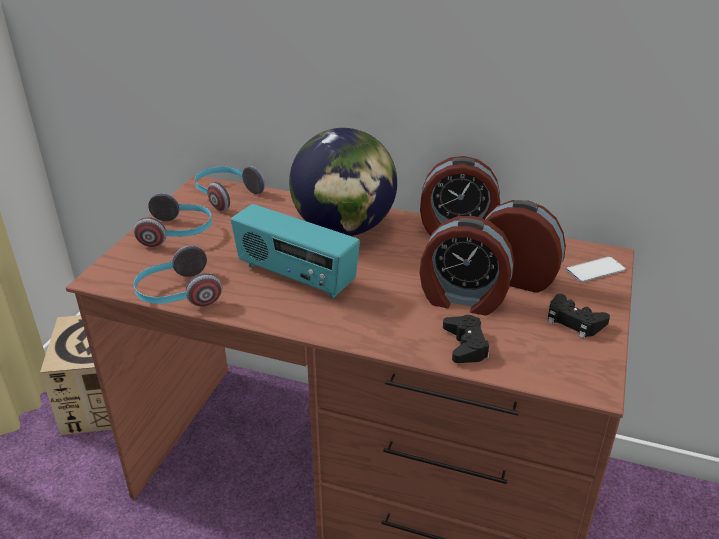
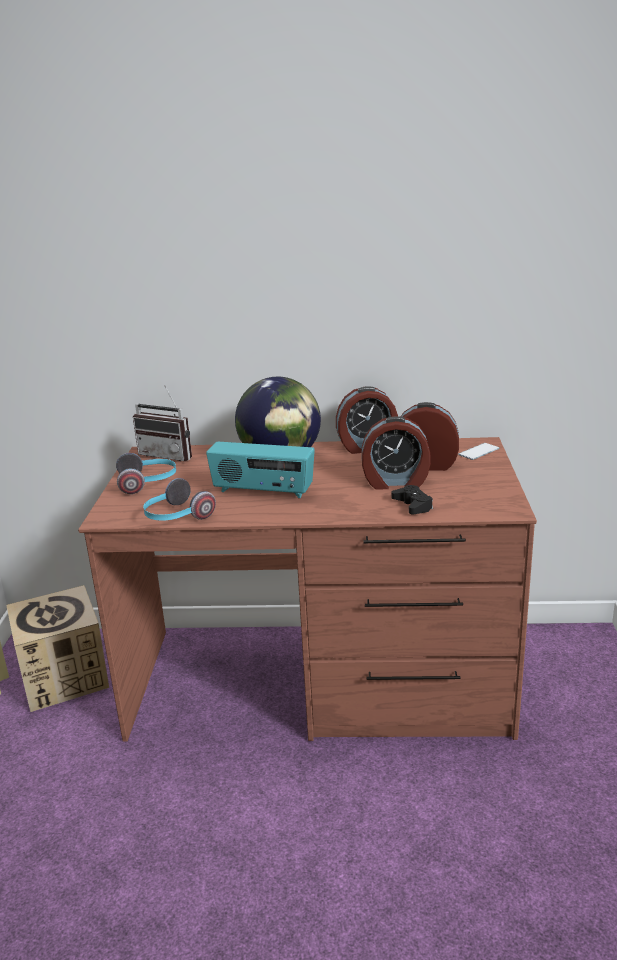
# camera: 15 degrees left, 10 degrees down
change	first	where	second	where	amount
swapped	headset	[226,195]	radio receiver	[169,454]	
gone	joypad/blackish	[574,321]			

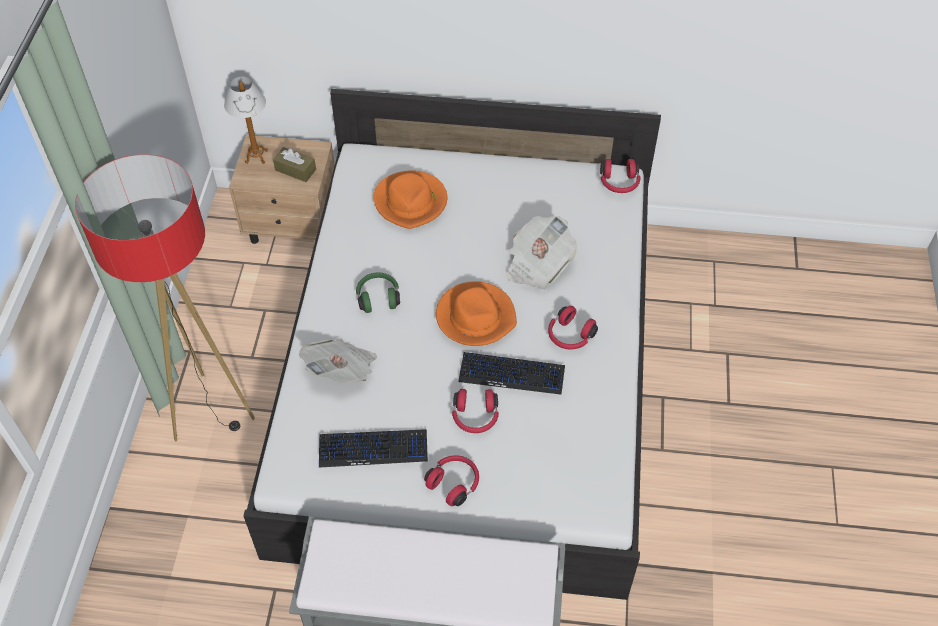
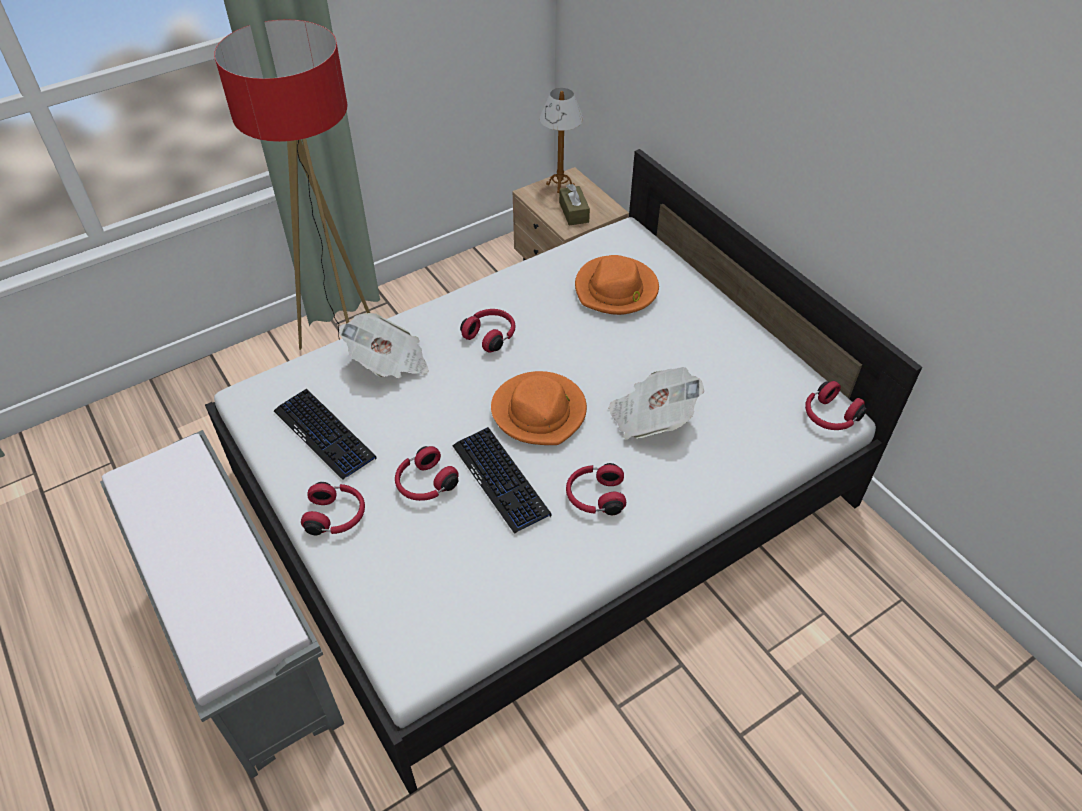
# camera: 50 degrees right, 5 degrees down
change	first	where	second	where	amount
repainted	headset/greenish	[378,297]	headset/red	[491,335]	

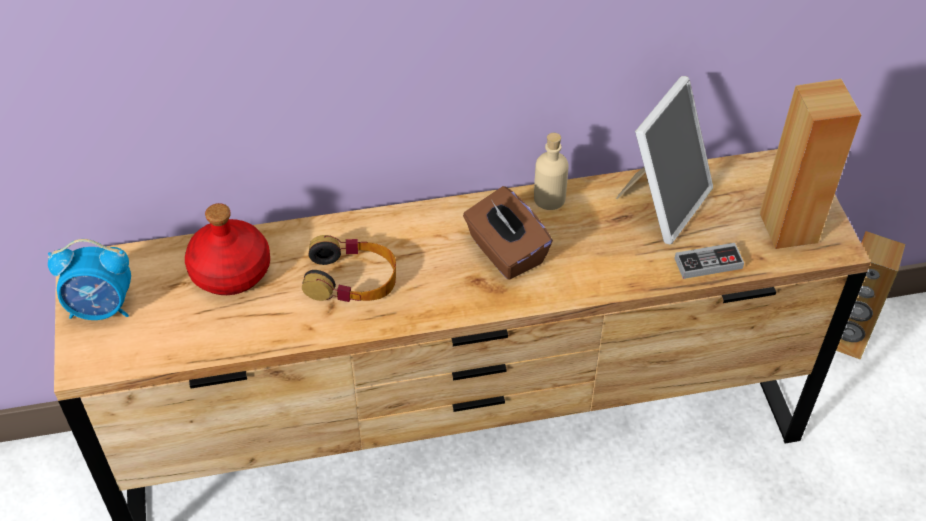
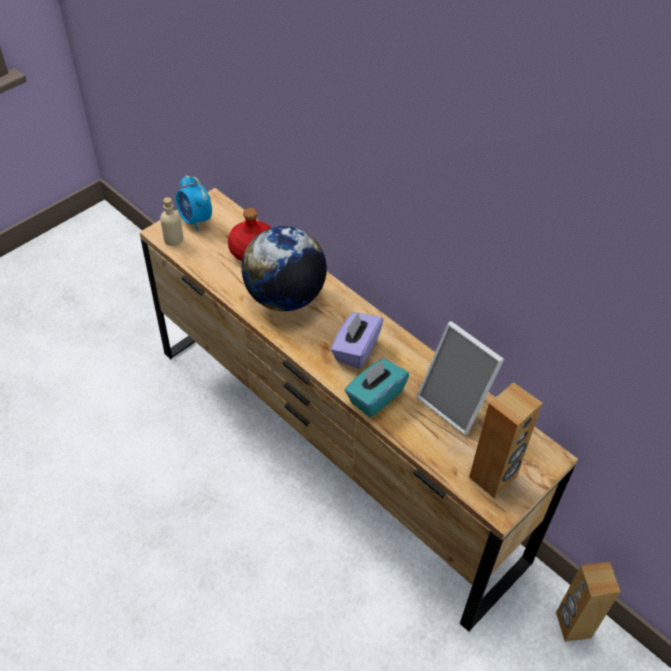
# camera: 55 degrees right, 0 degrees up
change	first	where	second	where	amount
shifted	bottle/beige-coloured	[549,198]		[173,239]	
swapped	headset	[352,279]	world globe	[285,297]	
repainted	box of tissues/brown-coloured	[505,251]	box of tissues/purple	[356,350]	
new			box of tissues/blue-green	[375,397]	
rotated	standing frame	[662,202]		[456,403]	45 degrees clockwise
gone	joypad	[708,263]			

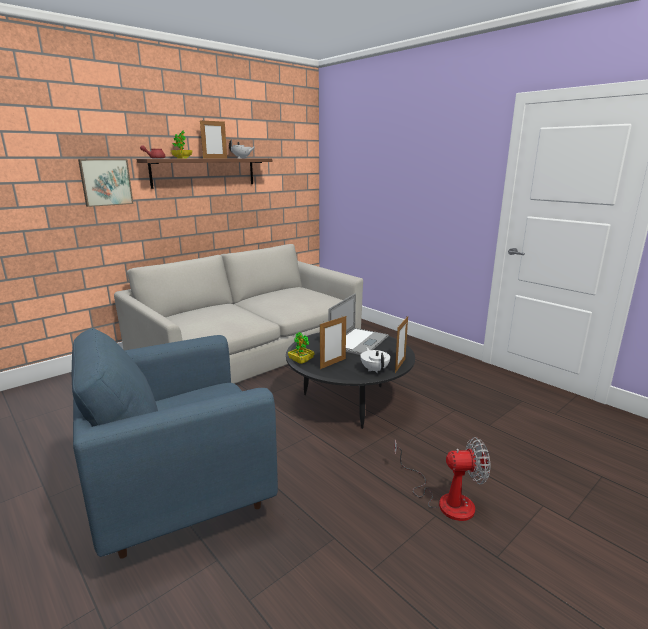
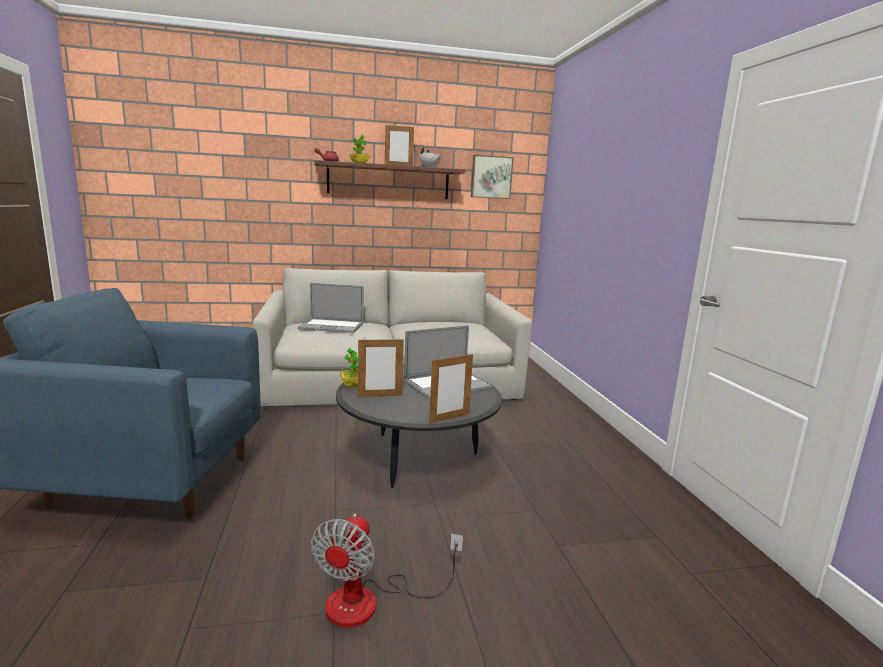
# camera: 30 degrees right, 5 degrees down
change	first	where	second	where	amount
new			laptop	[331,326]	
rotated	electric fan	[445,500]		[370,602]	75 degrees clockwise
shifted	picture	[106,182]		[491,177]	
gone	pot for tea/whitish	[374,370]			

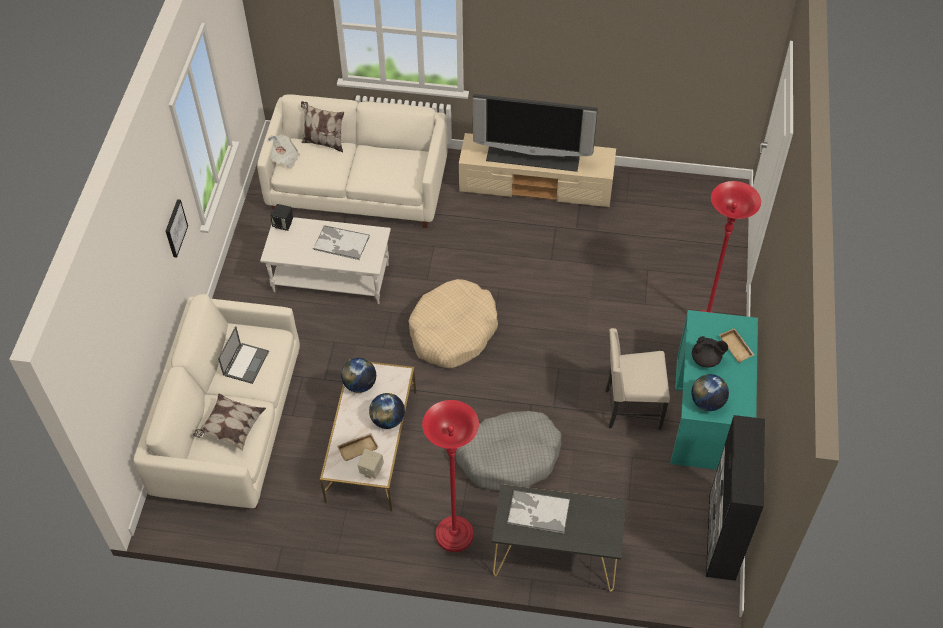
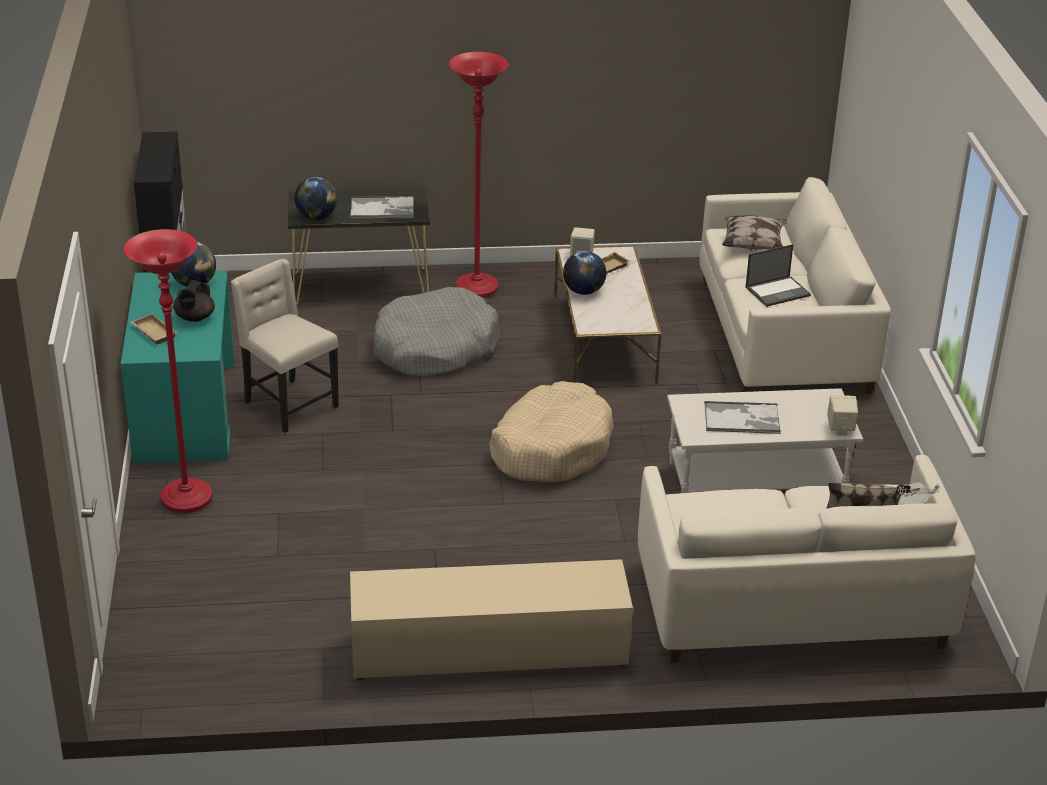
# camera: 165 degrees right, 20 degrees down
change	first	where	second	where	amount
rotated	pot for tea/blackish	[706,359]		[194,318]	75 degrees counterclockwise
rotated	upright chair/beige-coloured	[631,408]		[288,405]	120 degrees counterclockwise
shifted	world globe	[360,384]		[316,217]	
rotated	laptop	[246,363]		[778,291]	120 degrees counterclockwise
repainted	audio speaker/blackish	[283,224]	audio speaker/beige-coloured	[840,429]	
gone	picture	[175,228]			
gone	TV set	[533,156]			

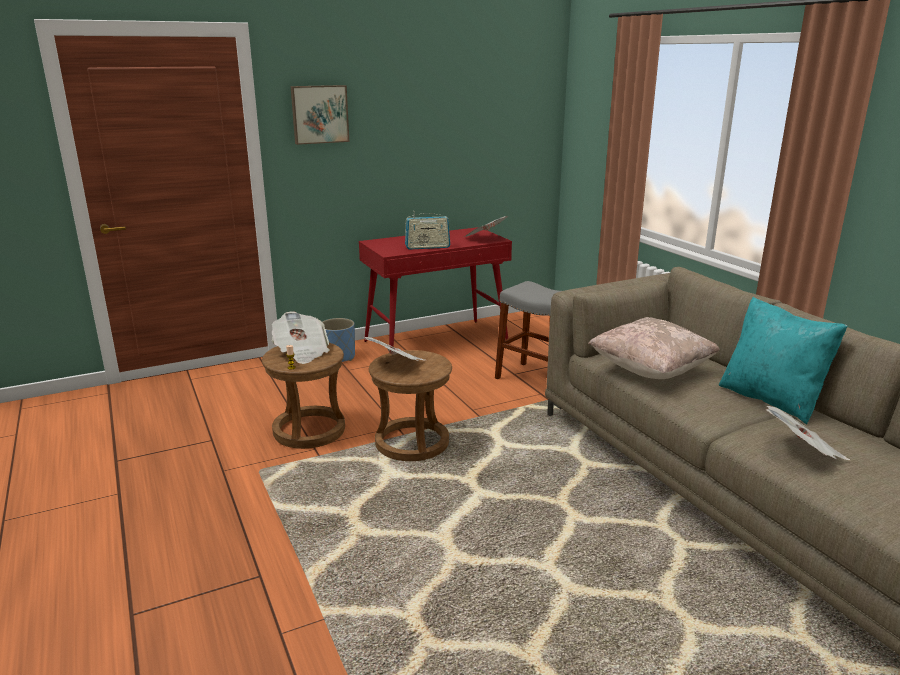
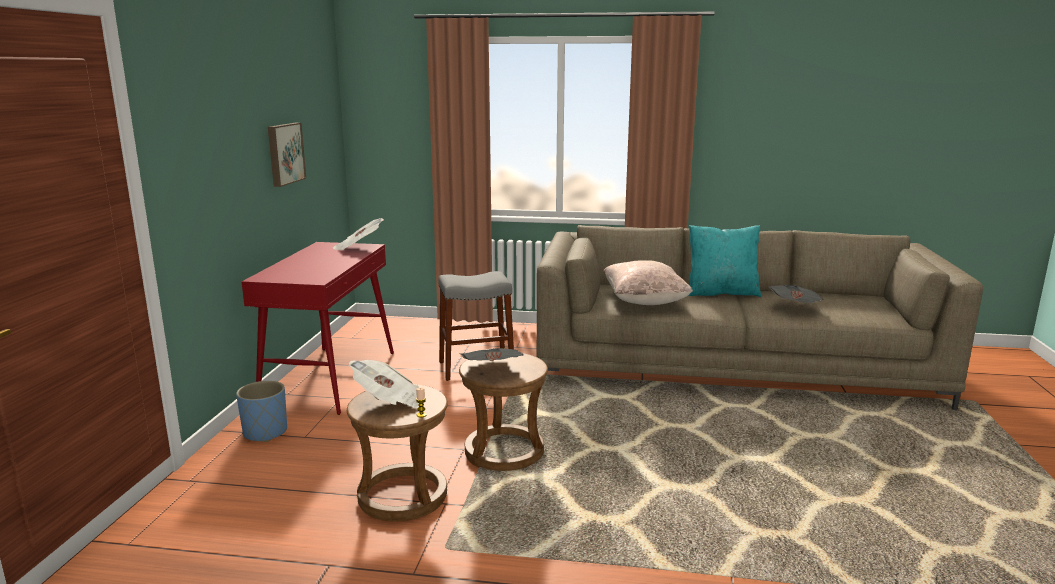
# camera: 55 degrees left, 5 degrees down
change	first	where	second	where	amount
shifted	picture	[319,114]		[284,153]	
gone	radio receiver	[427,247]			

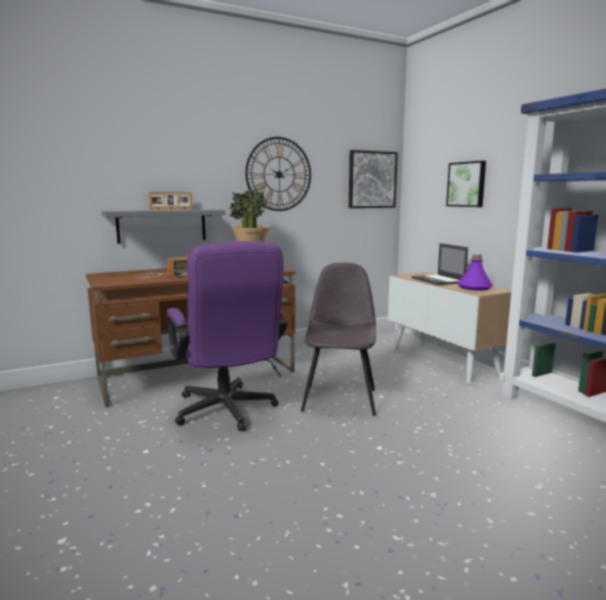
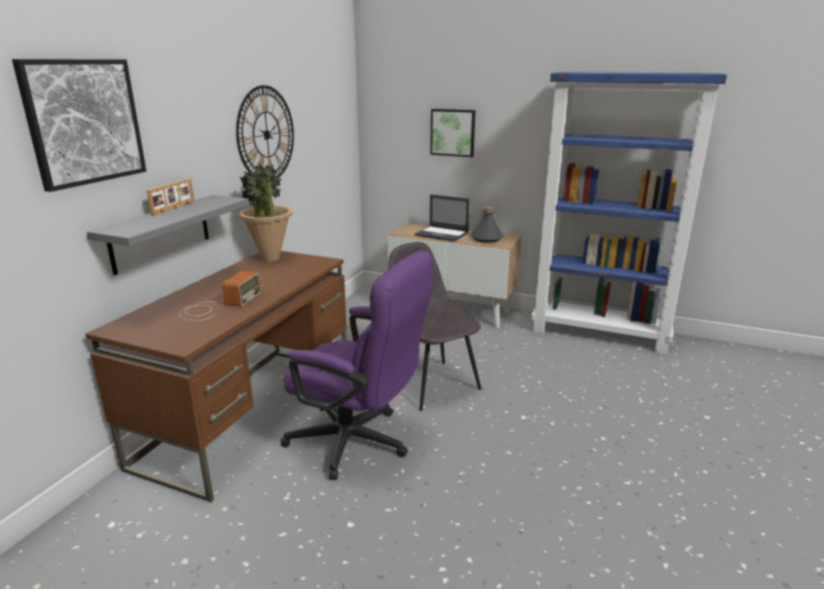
# camera: 40 degrees left, 10 degrees up
change	first	where	second	where	amount
shifted	picture	[372,180]		[84,122]	
repainted	bottle/purple	[474,287]	bottle/greyish	[487,238]	

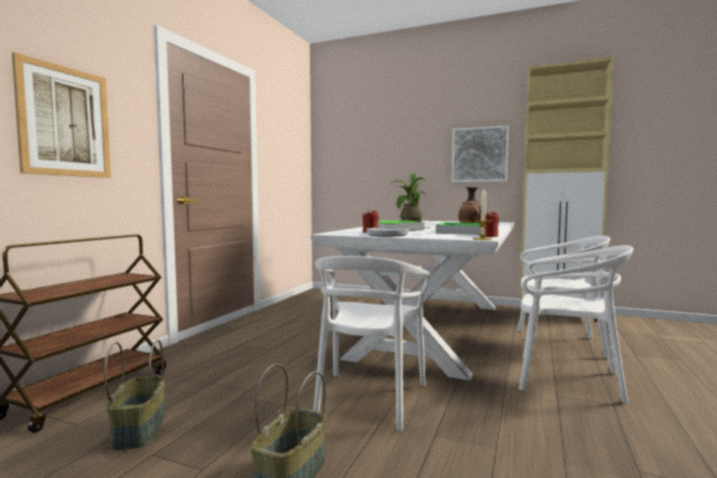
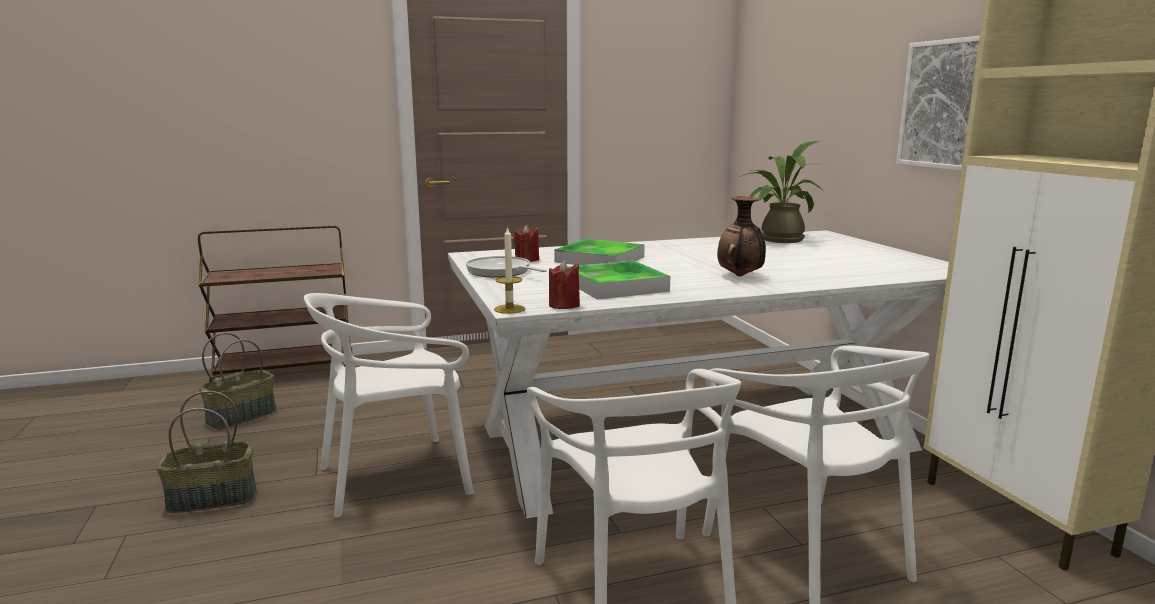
# camera: 50 degrees right, 10 degrees up
change	first	where	second	where	amount
gone	picture	[65,121]			

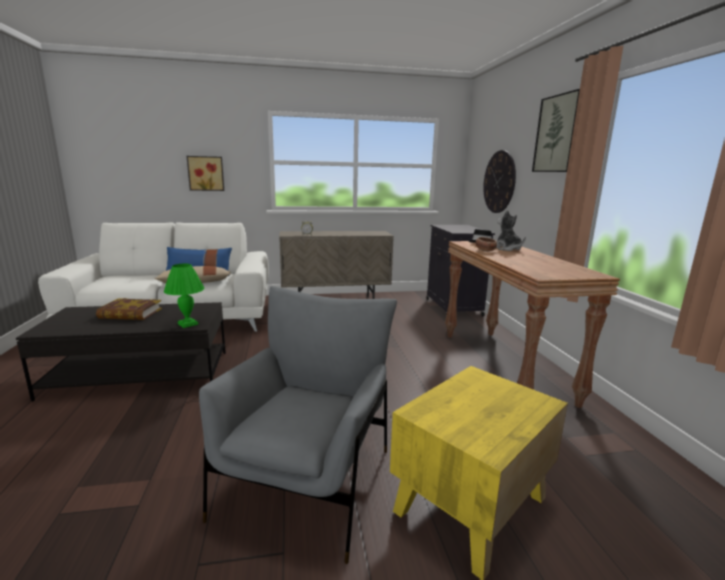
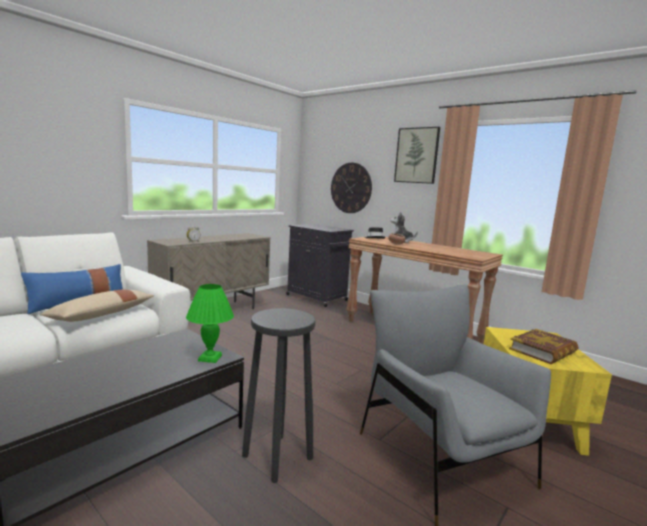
# camera: 40 degrees left, 5 degrees down
change	first	where	second	where	amount
new			sitting stool/blackish	[277,456]	
shifted	volume	[130,314]		[543,351]	
gone	picture	[206,173]			

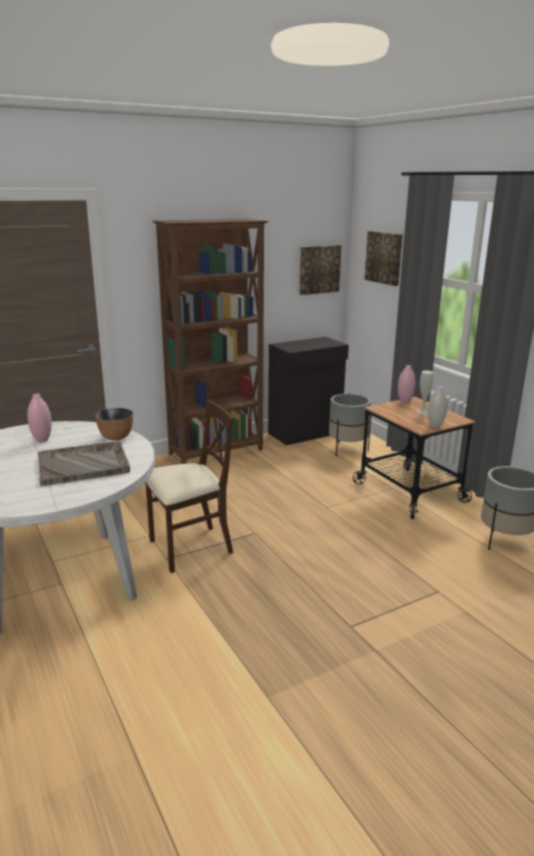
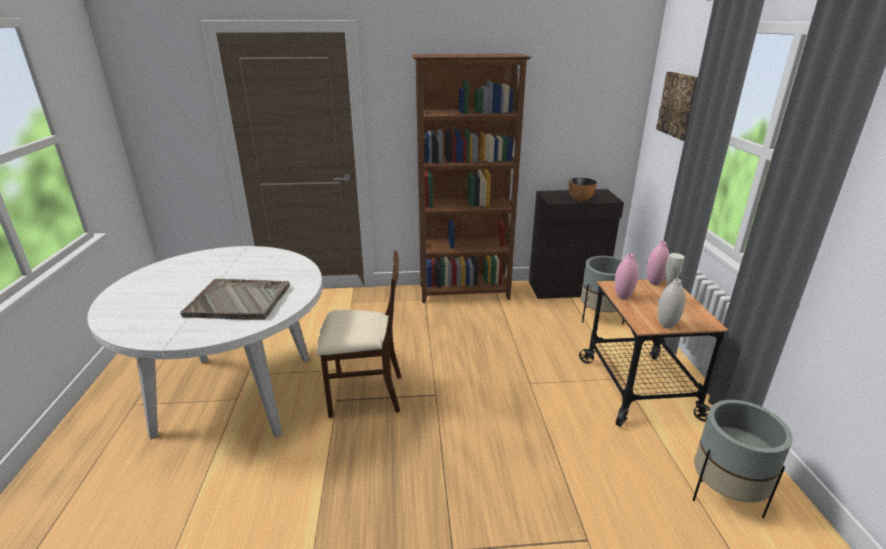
# camera: 25 degrees right, 5 degrees up
change	first	where	second	where	amount
shifted	deep dish	[116,437]		[580,199]	
shifted	decorative vase/pinkish	[42,440]		[622,297]	
gone	picture	[319,269]			

